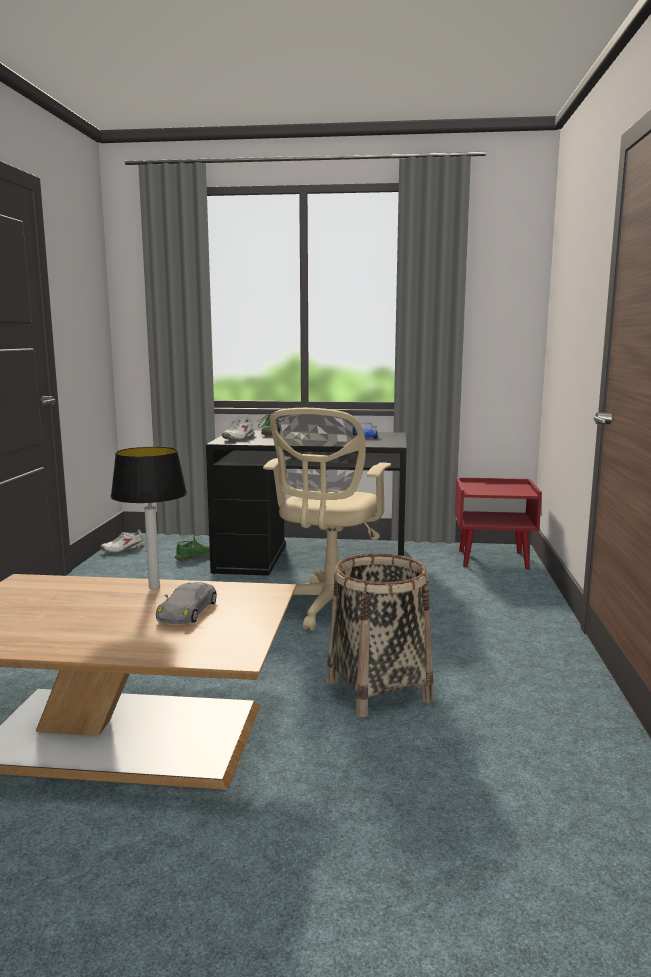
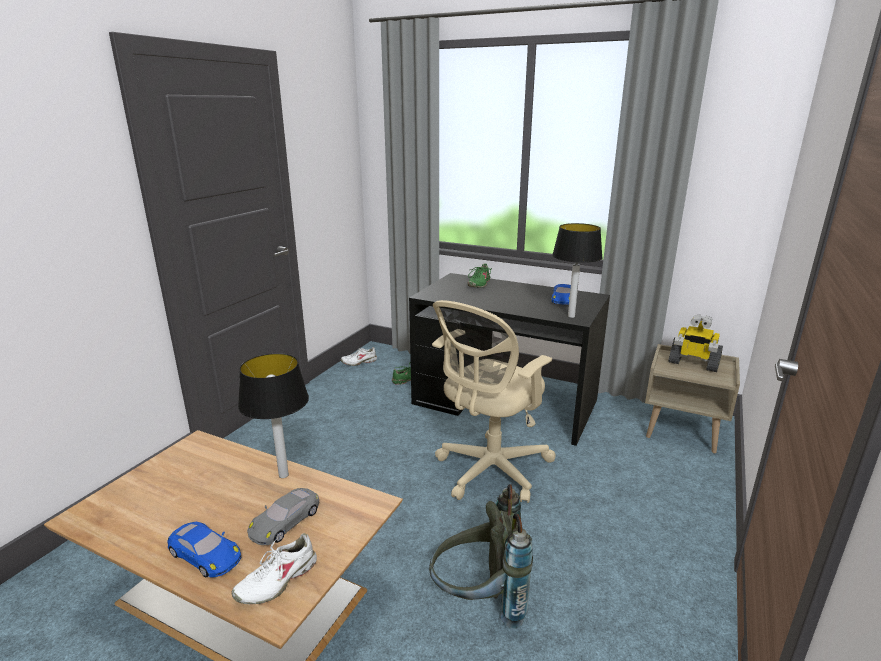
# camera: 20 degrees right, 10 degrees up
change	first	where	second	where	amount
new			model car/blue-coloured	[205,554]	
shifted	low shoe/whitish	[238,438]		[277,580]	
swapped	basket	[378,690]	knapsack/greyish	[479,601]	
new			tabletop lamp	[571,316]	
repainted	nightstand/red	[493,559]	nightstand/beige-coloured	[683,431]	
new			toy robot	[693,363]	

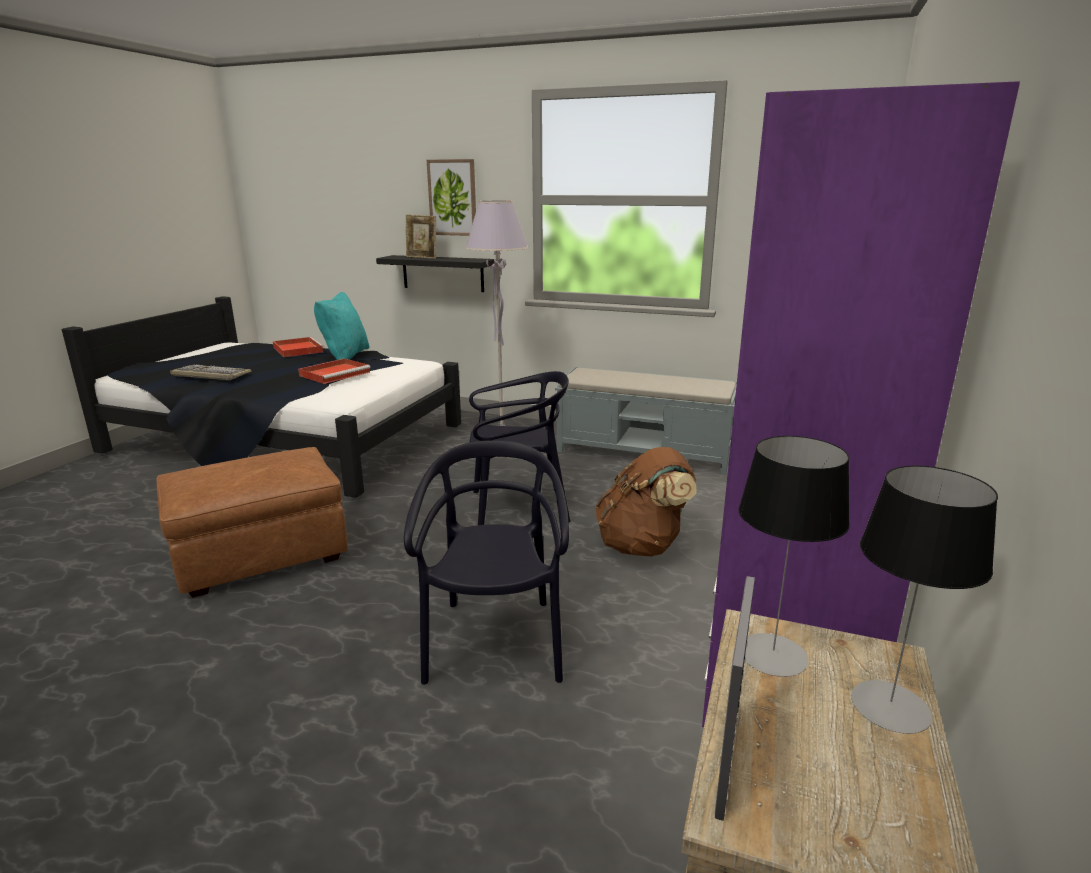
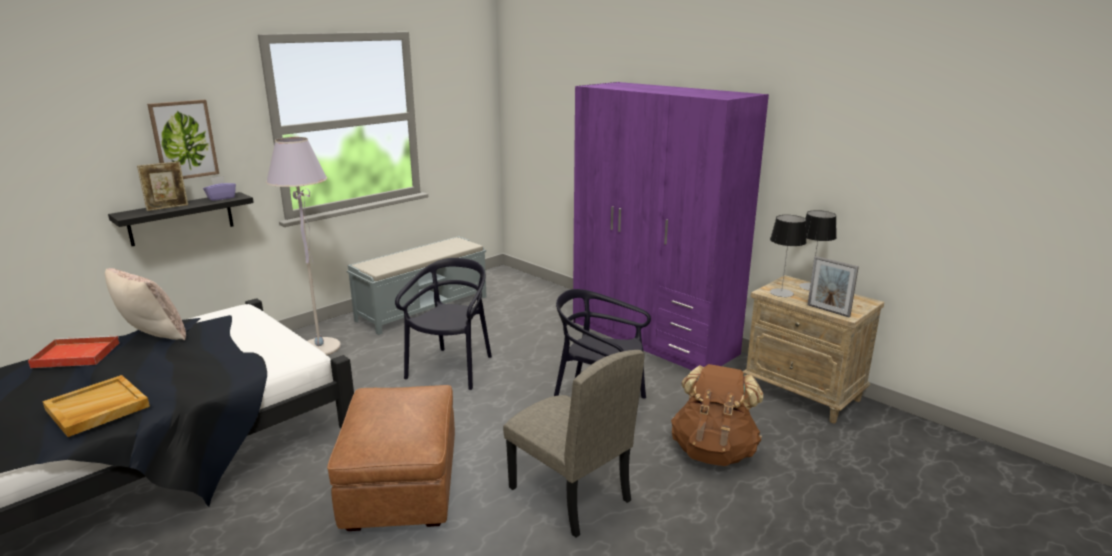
# camera: 65 degrees left, 0 degrees up
change	first	where	second	where	amount
swapped	keyboard	[210,375]	carrying tray/beige-coloured	[97,409]	
repainted	throw pillow/blue-green	[345,356]	throw pillow/beige-coloured	[152,336]	
new			box of tissues/purple	[221,198]	
new			upright chair/beige-coloured	[568,494]	
shifted	knapsack/brown-coloured	[643,546]		[713,451]	
gone	carrying tray/red	[336,373]			

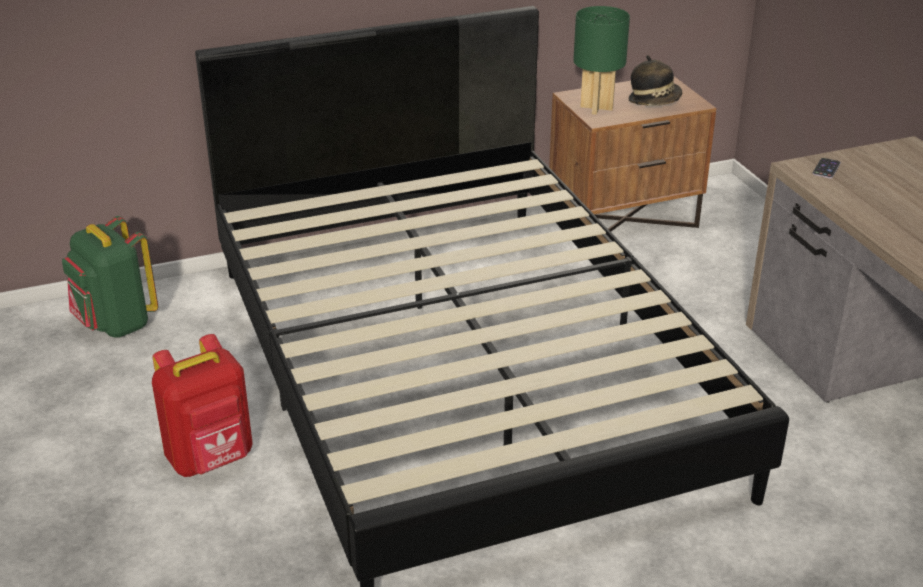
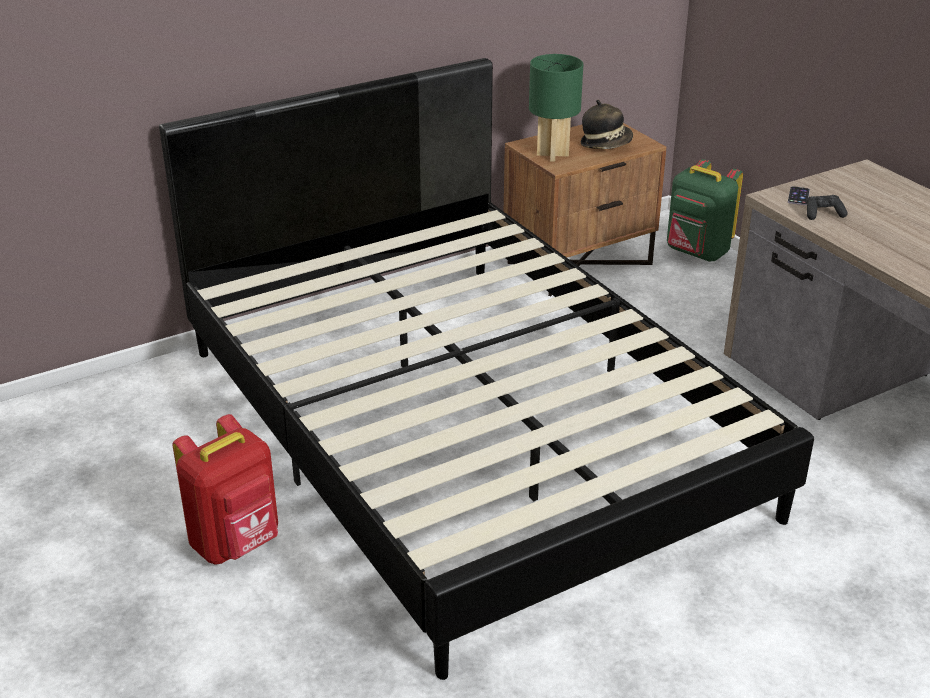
# camera: 10 degrees left, 0 degrees up
change	first	where	second	where	amount
shifted	knapsack/greenish	[116,324]		[697,253]	
new			joypad/blackish	[823,214]	

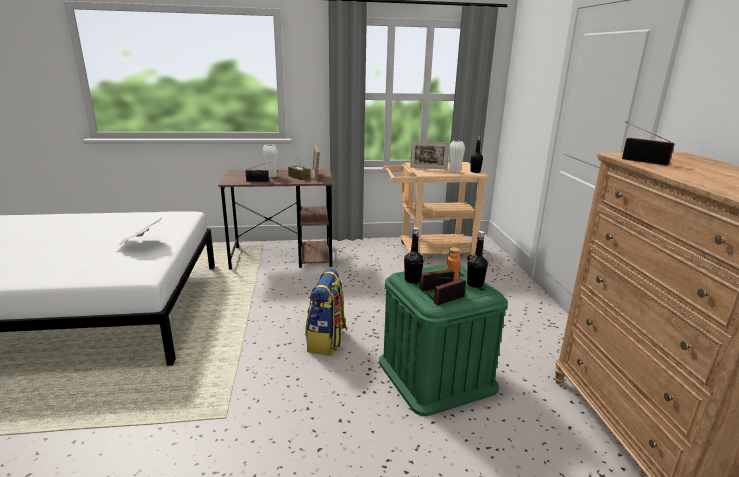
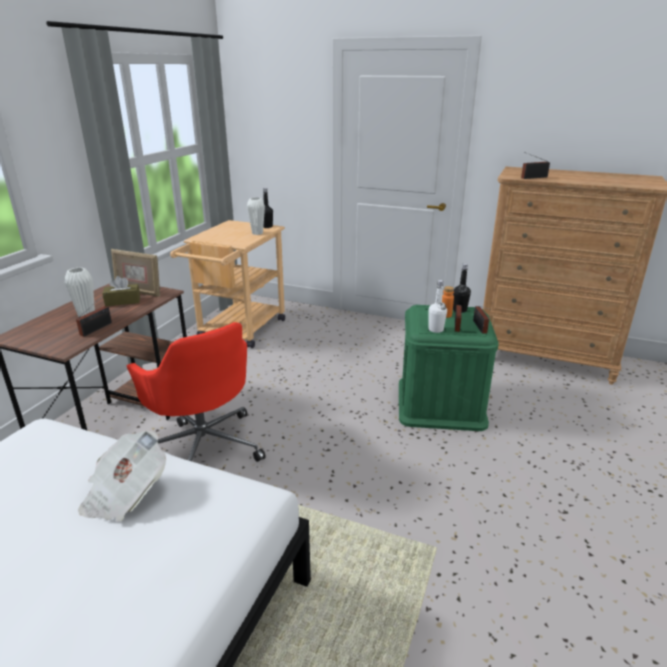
# camera: 60 degrees left, 5 degrees up
change	first	where	second	where	amount
new			computer chair/red	[204,447]	
repainted	bottle/blackish	[412,280]	bottle/whitish	[436,329]	
gone	knapsack	[327,341]			
gone	standing frame	[428,168]			

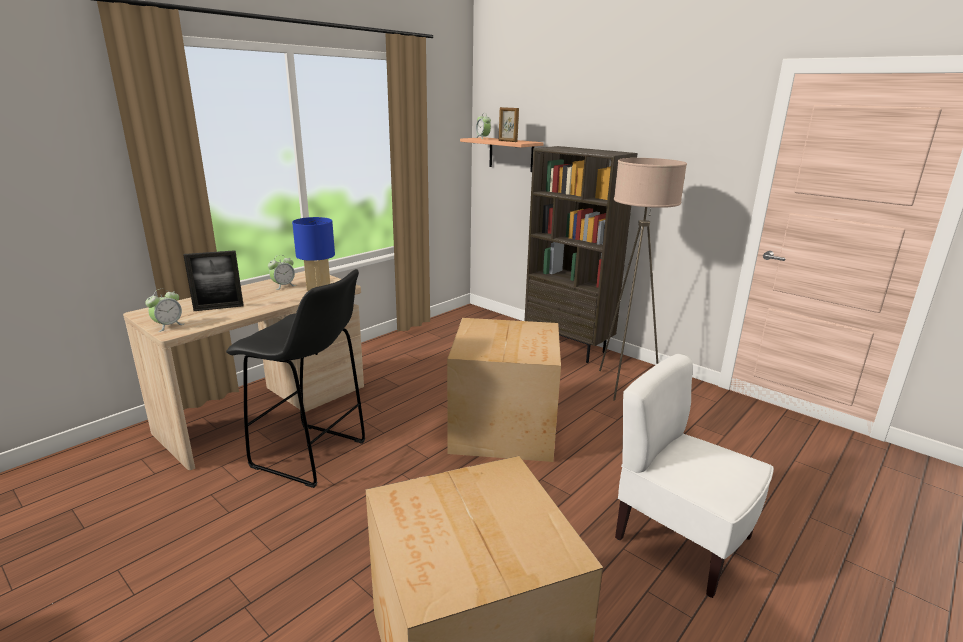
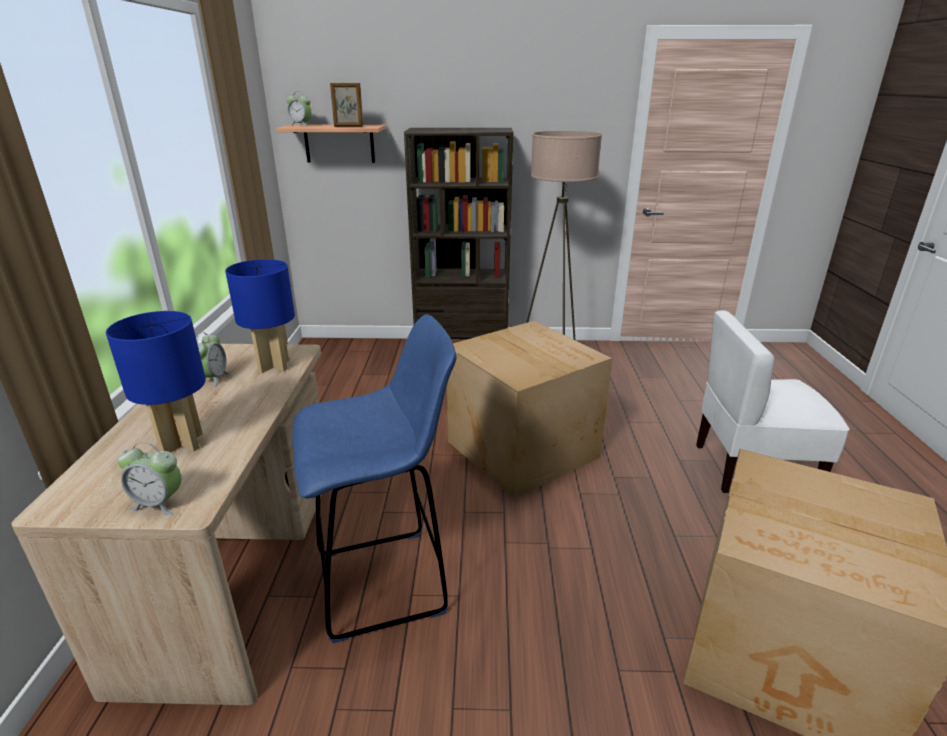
# camera: 40 degrees left, 5 degrees up
change	first	where	second	where	amount
swapped	standing frame	[219,308]	tabletop lamp/blue-coloured	[182,443]	
rotated	alarm clock	[168,326]		[159,503]	105 degrees clockwise
repainted	sitting stool/blackish	[312,455]	sitting stool/blue-coloured	[386,581]	

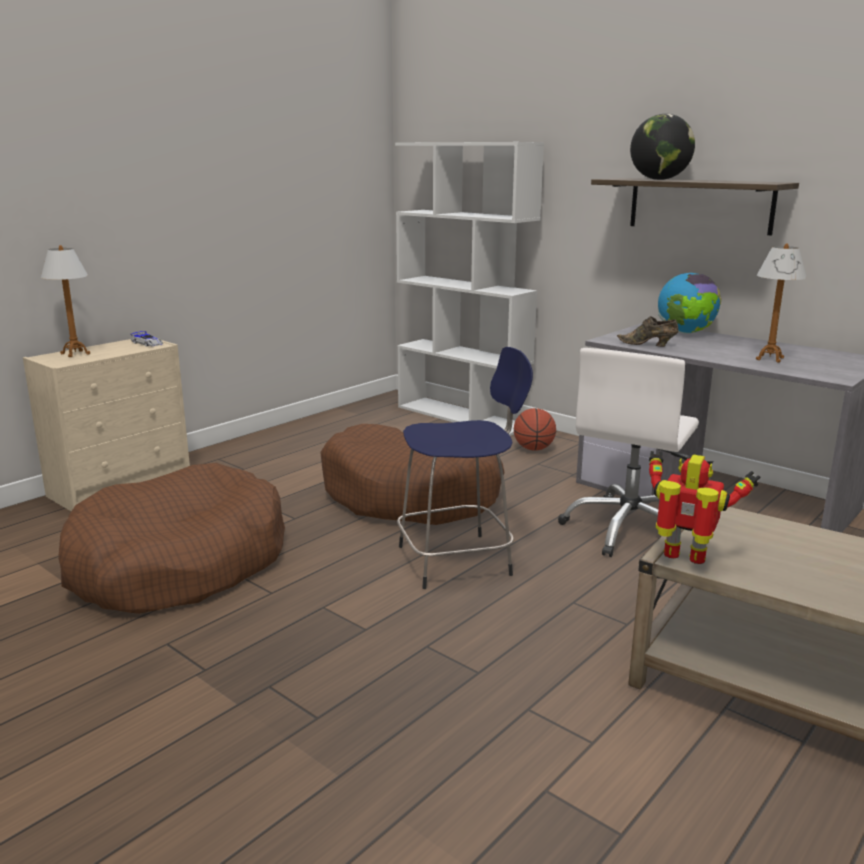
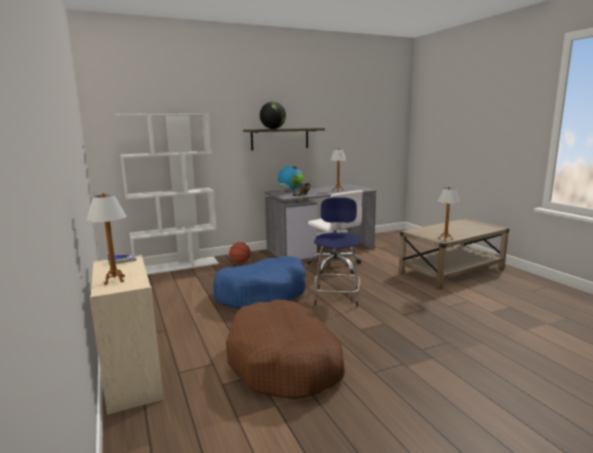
# camera: 65 degrees left, 5 degrees down
change	first	where	second	where	amount
repainted	dog bed/brown-coloured	[411,496]	dog bed/blue-coloured	[262,294]	
swapped	toy robot	[685,558]	tabletop lamp	[445,239]	

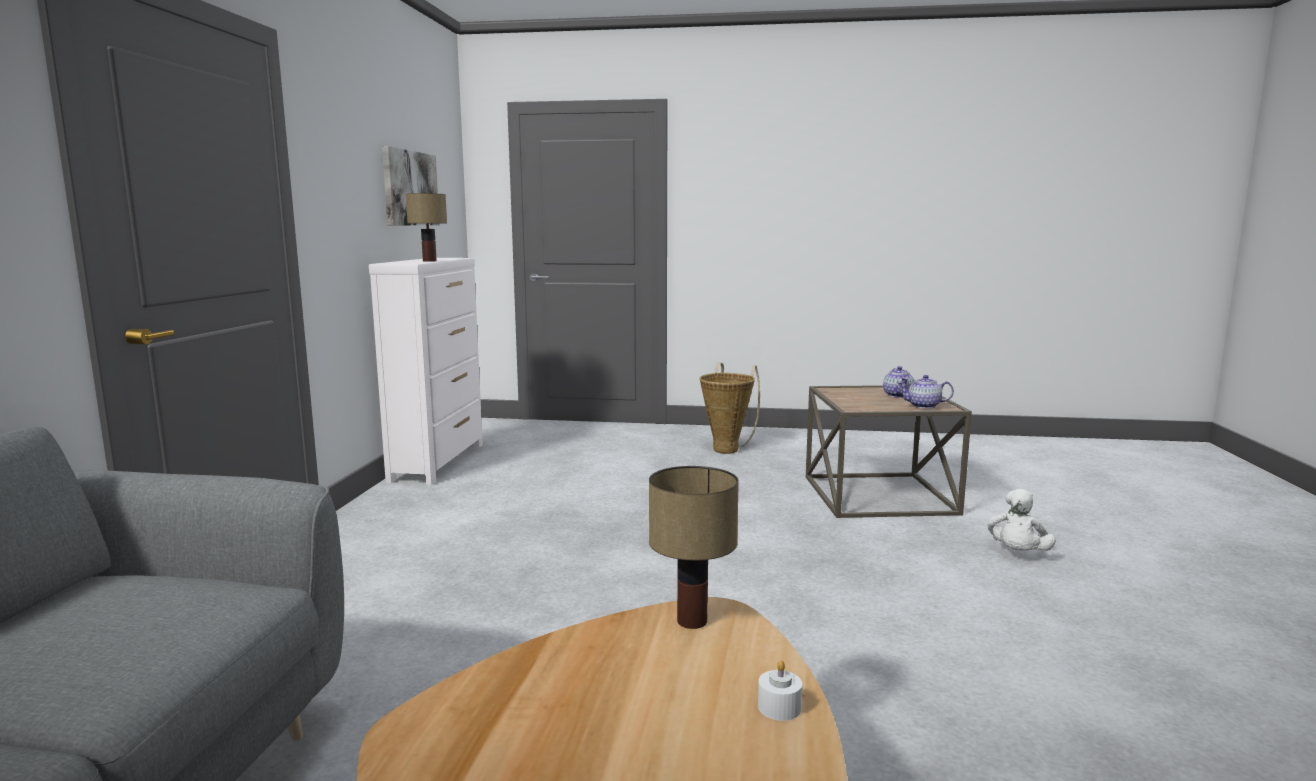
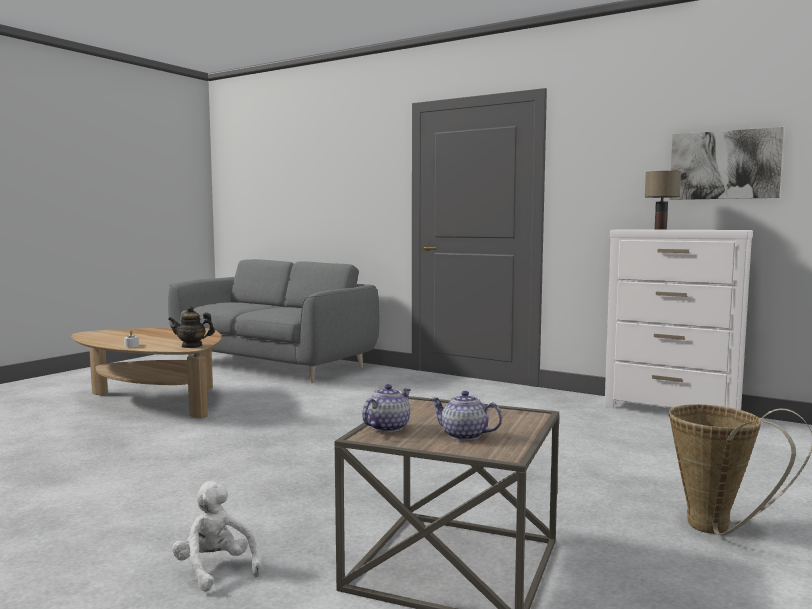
# camera: 115 degrees right, 5 degrees down
change	first	where	second	where	amount
swapped	tabletop lamp	[692,620]	pot for tea	[192,346]	

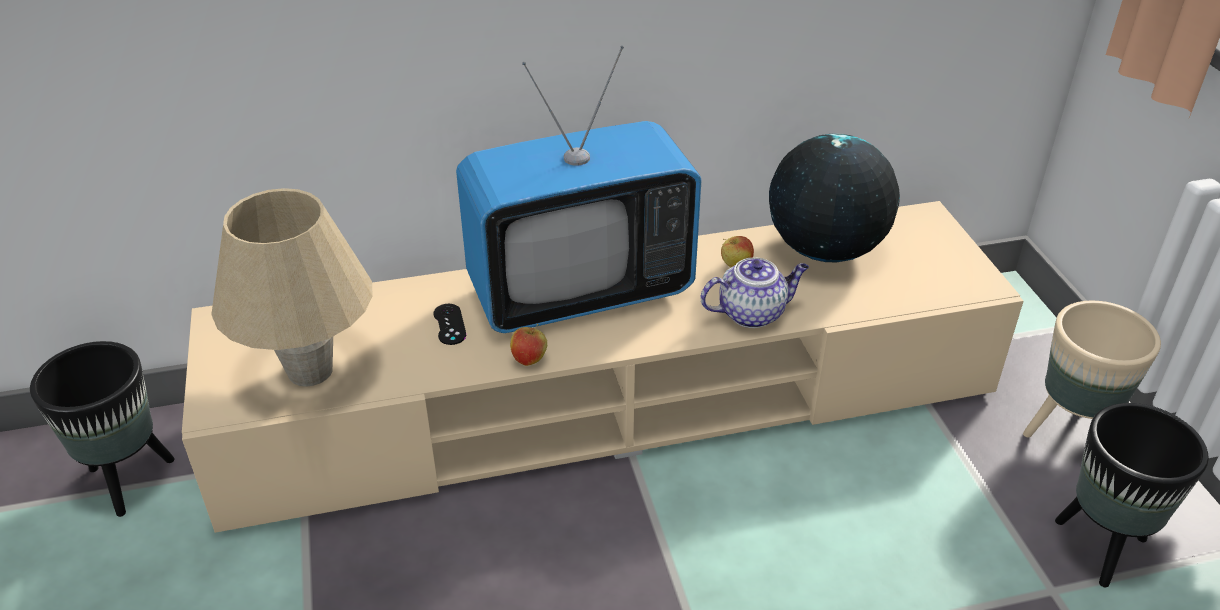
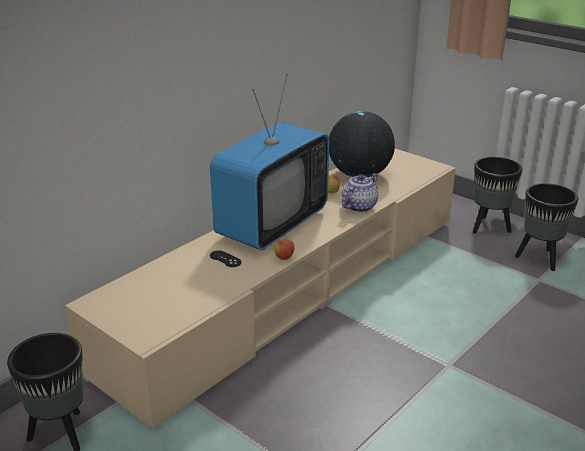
# camera: 35 degrees left, 10 degrees down
change	first	where	second	where	amount
repainted	planter/beige-coloured	[1069,436]	planter/blackish	[489,227]	
gone	tabletop lamp/beige-coloured	[310,371]			

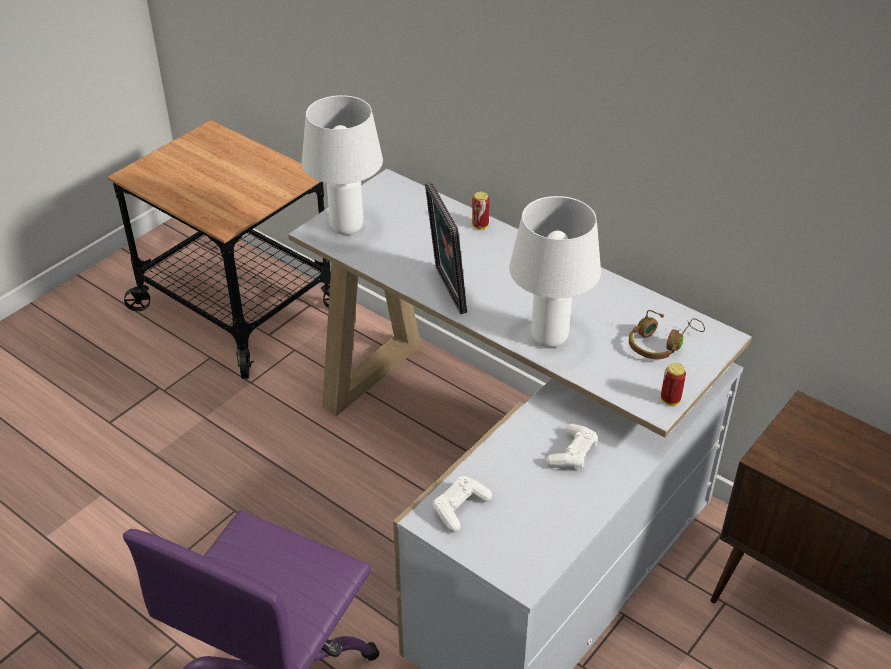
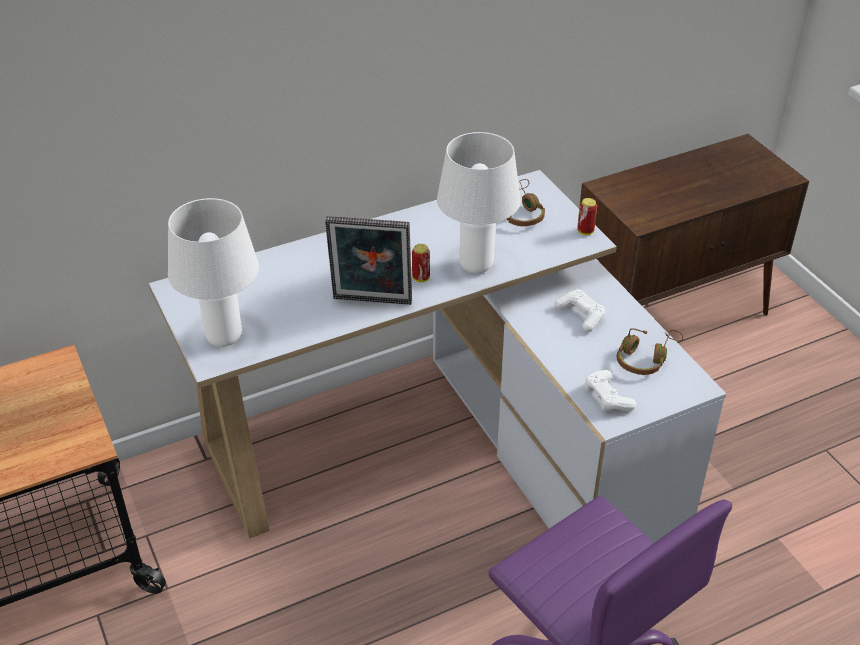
# camera: 65 degrees left, 0 degrees up
change	first	where	second	where	amount
shifted	metal can	[480,226]		[421,278]	
new			headset/brown-coloured	[645,358]	

